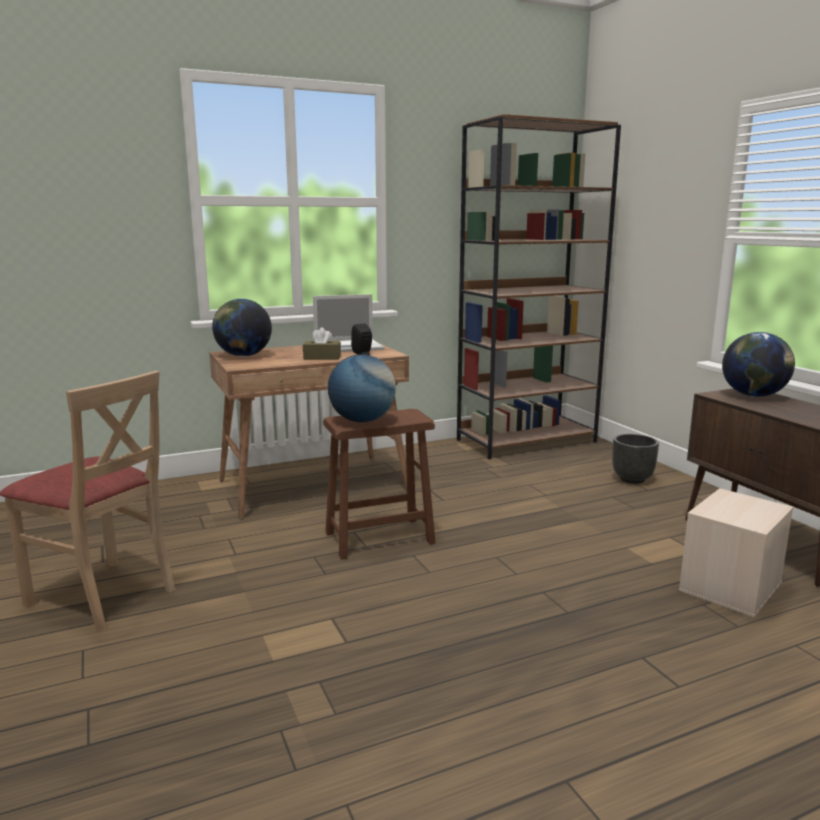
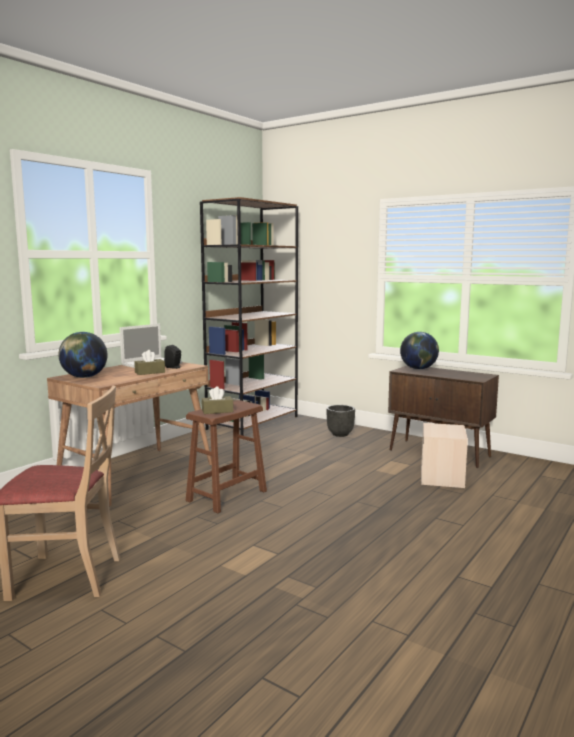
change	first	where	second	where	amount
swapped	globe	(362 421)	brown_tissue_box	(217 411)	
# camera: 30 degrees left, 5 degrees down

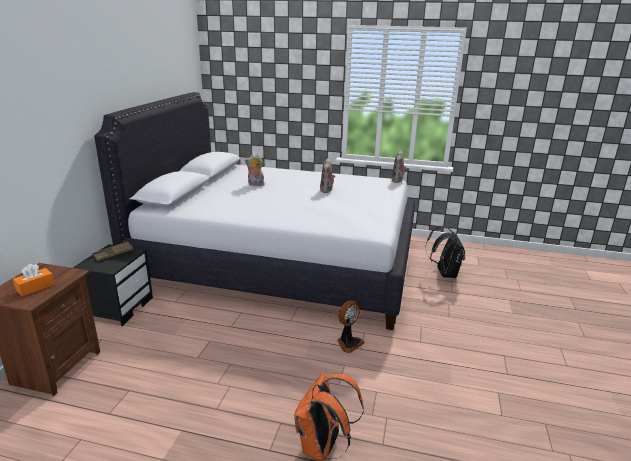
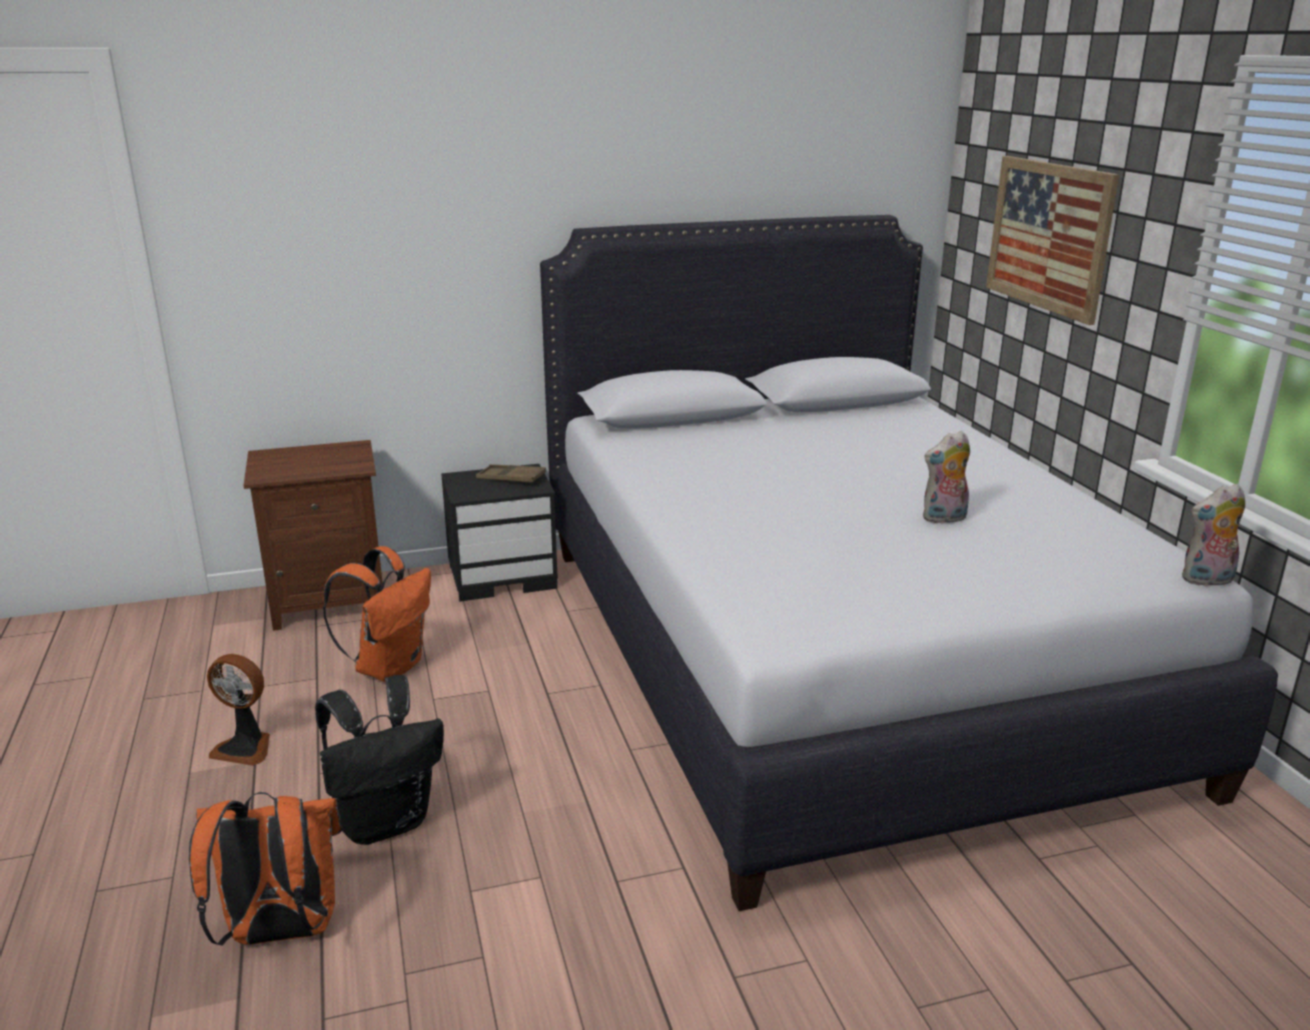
change	first	where	second	where	amount
gone	plush_toy	(255 185)			
shifted	black_backpack	(444 273)		(385 822)	
gone	orange_tissue_box	(35 287)			
shifted	fan	(348 343)		(245 748)	
new			picture	(1049 236)	
new			orange_backpack	(389 667)	
# camera: 60 degrees right, 0 degrees up

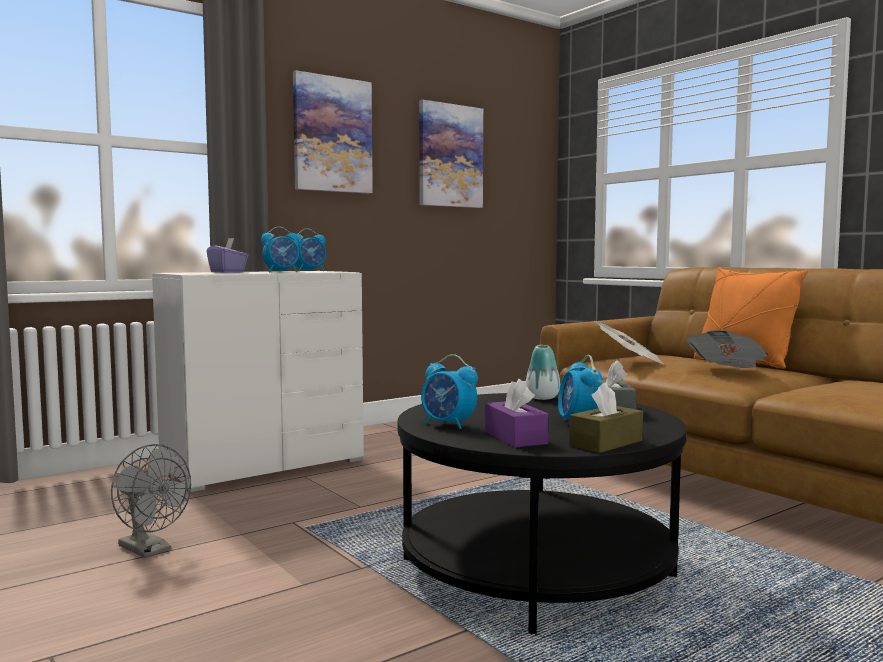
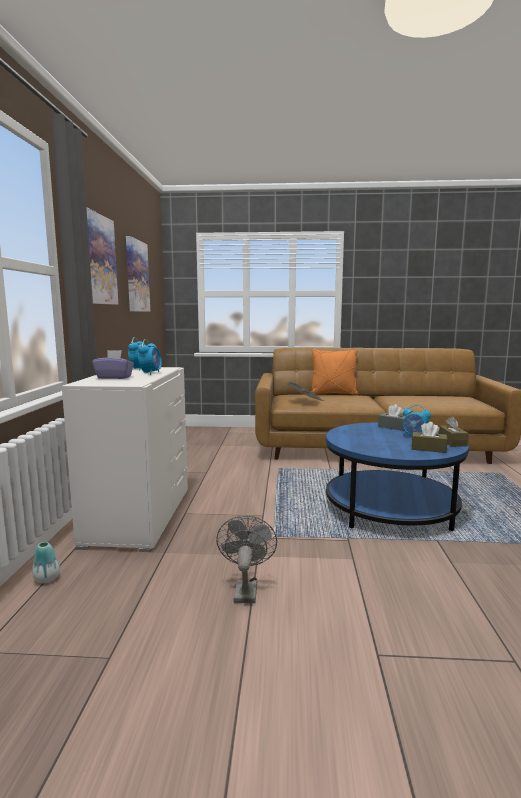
change	first	where	second	where	amount
gone	newspaper	(727 372)			
shifted	vase	(542 398)		(47 579)	
gone	alarm_clock	(448 424)			
repainted	purple_tissue_box	(515 437)	brown_tissue_box	(428 449)	
repainted	black_coffee_table	(536 568)	blue_coffee_table	(390 508)	
rotated	grey_fan	(150 550)		(245 589)	75 degrees counterclockwise
# camera: 50 degrees left, 5 degrees up

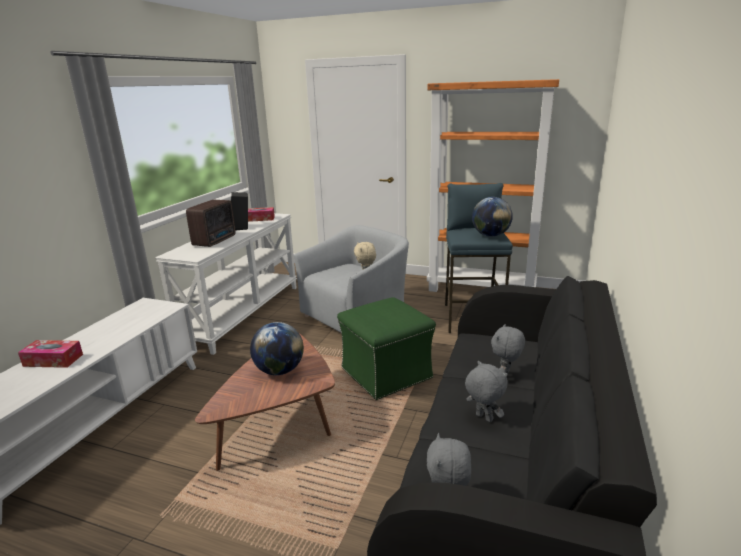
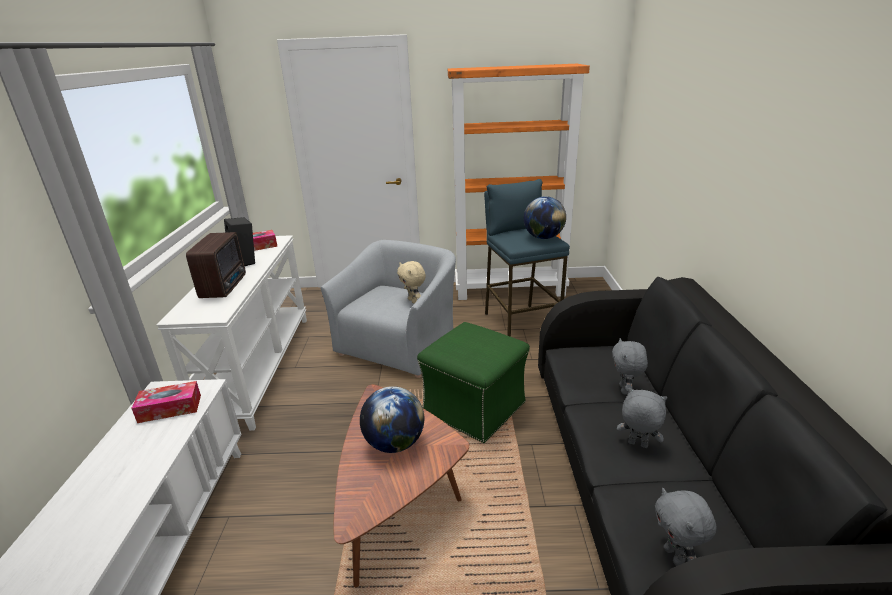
change	first	where	second	where	amount
shifted	tissue_box	(53 360)		(170 408)	
# camera: 20 degrees left, 5 degrees up

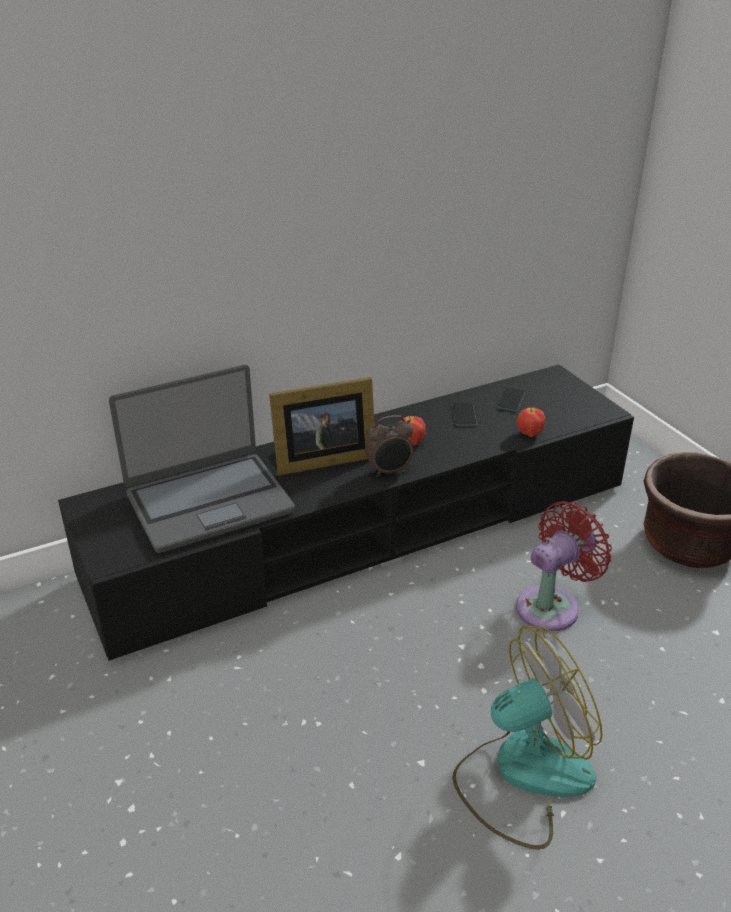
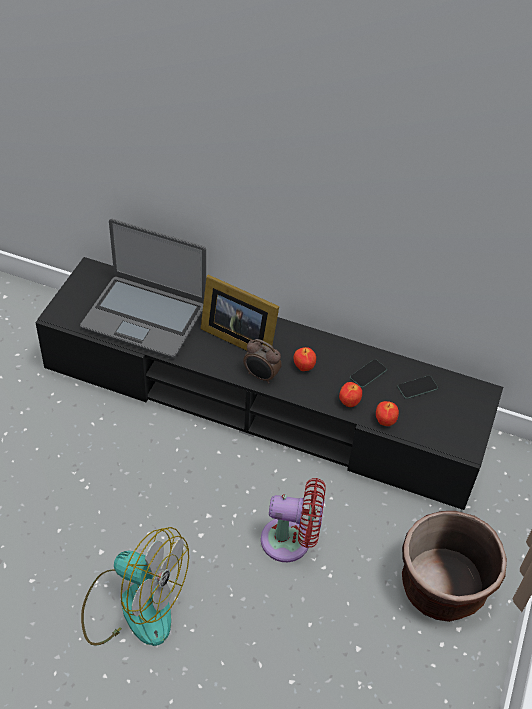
change	first	where	second	where	amount
new			apple	(349 402)	
# camera: 45 degrees right, 15 degrees up

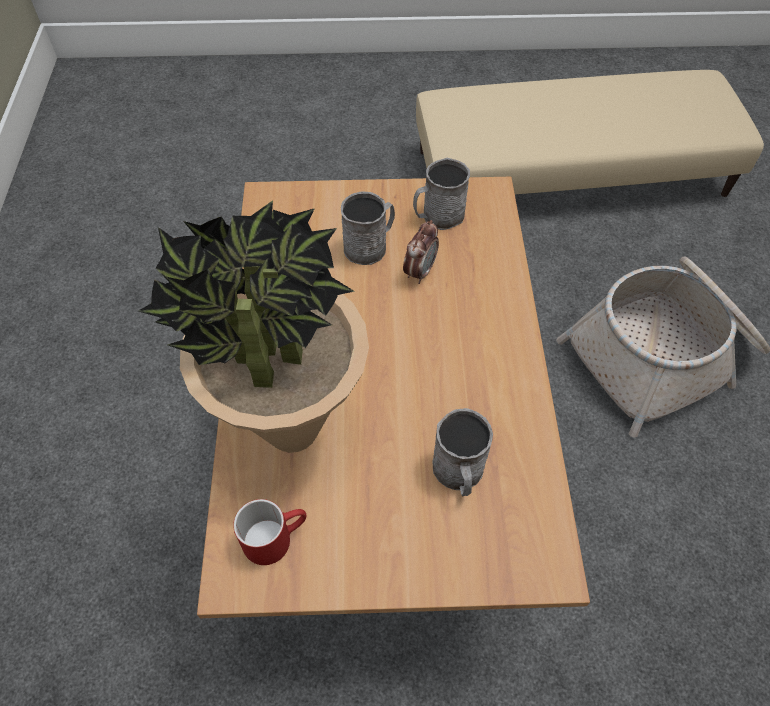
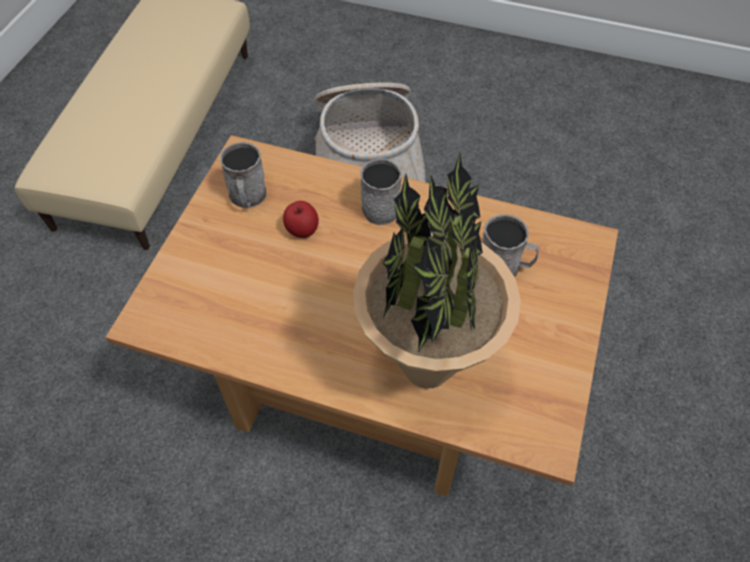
change	first	where	second	where	amount
shifted	grey_mug	(370 246)		(378 205)	
swapped	alarm_clock	(420 271)	apple	(302 229)	
gone	red_mug	(275 536)			
# camera: 70 degrees left, 0 degrees up

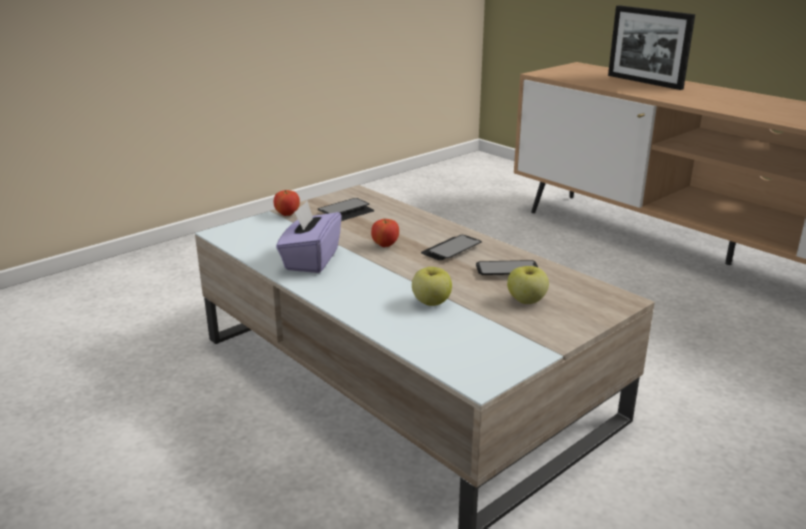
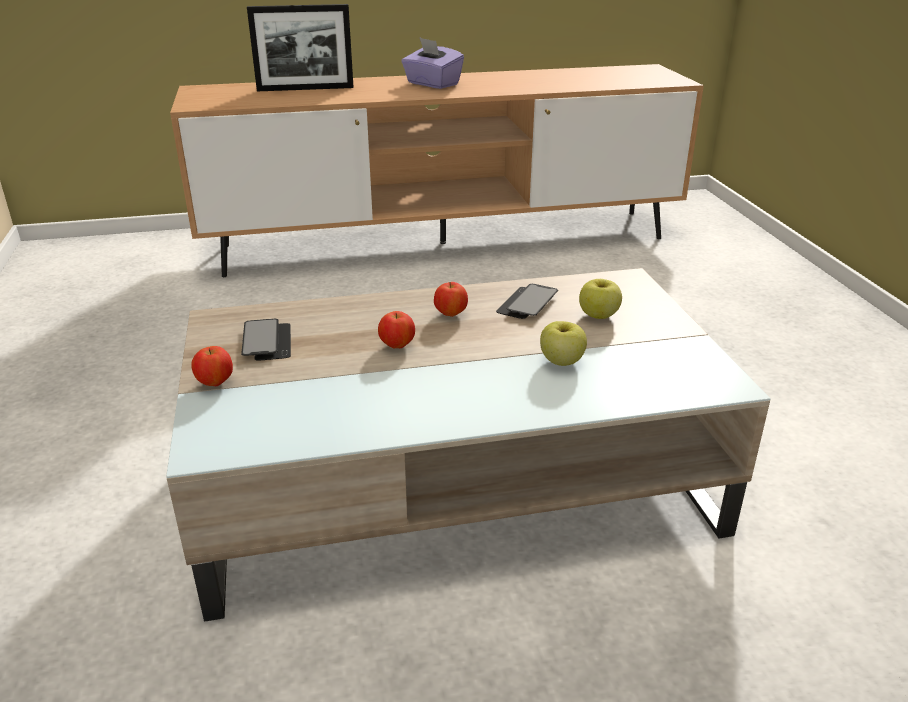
change	first	where	second	where	amount
shifted	purple_tissue_box	(311 260)		(432 84)	
swapped	phone	(451 249)	apple	(450 314)	
# camera: 60 degrees left, 5 degrees up

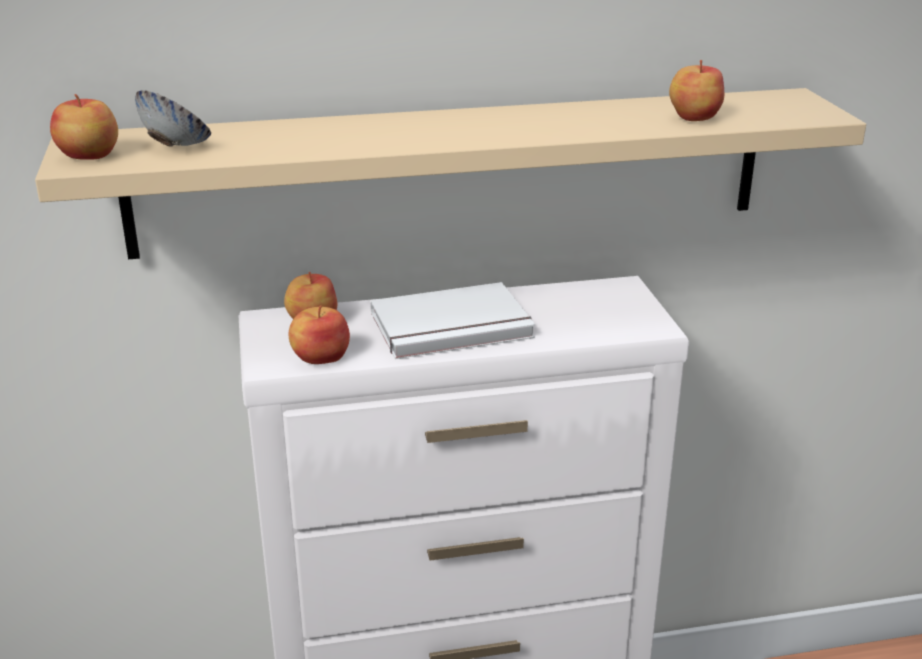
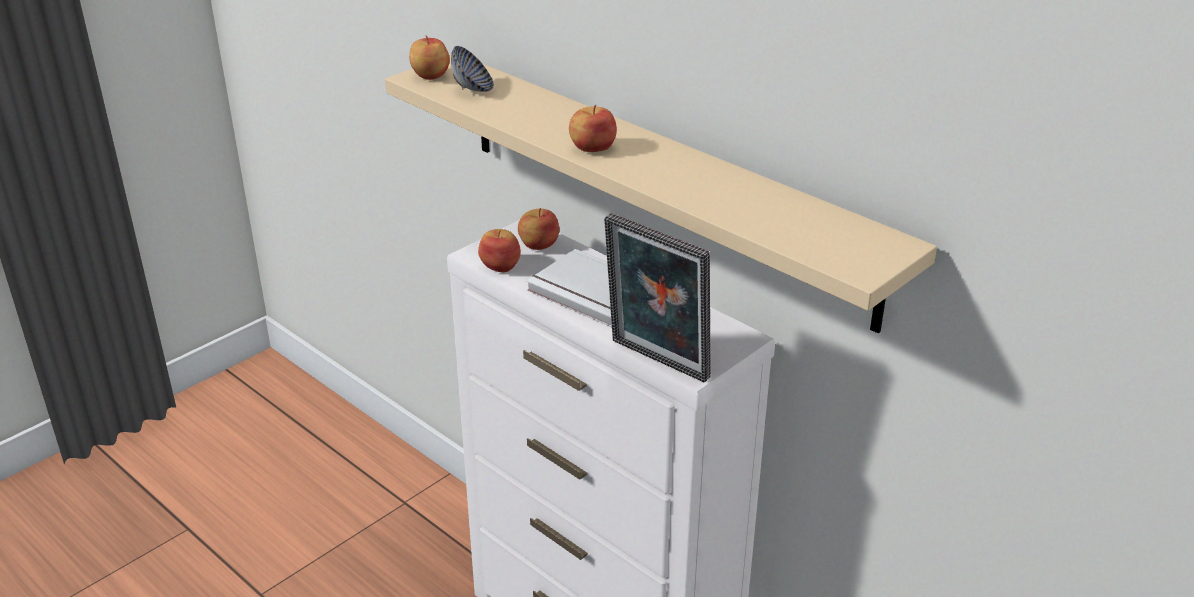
change	first	where	second	where	amount
shifted	apple	(693 117)		(592 147)	
new			picture_frame	(655 362)	
# camera: 55 degrees right, 5 degrees up

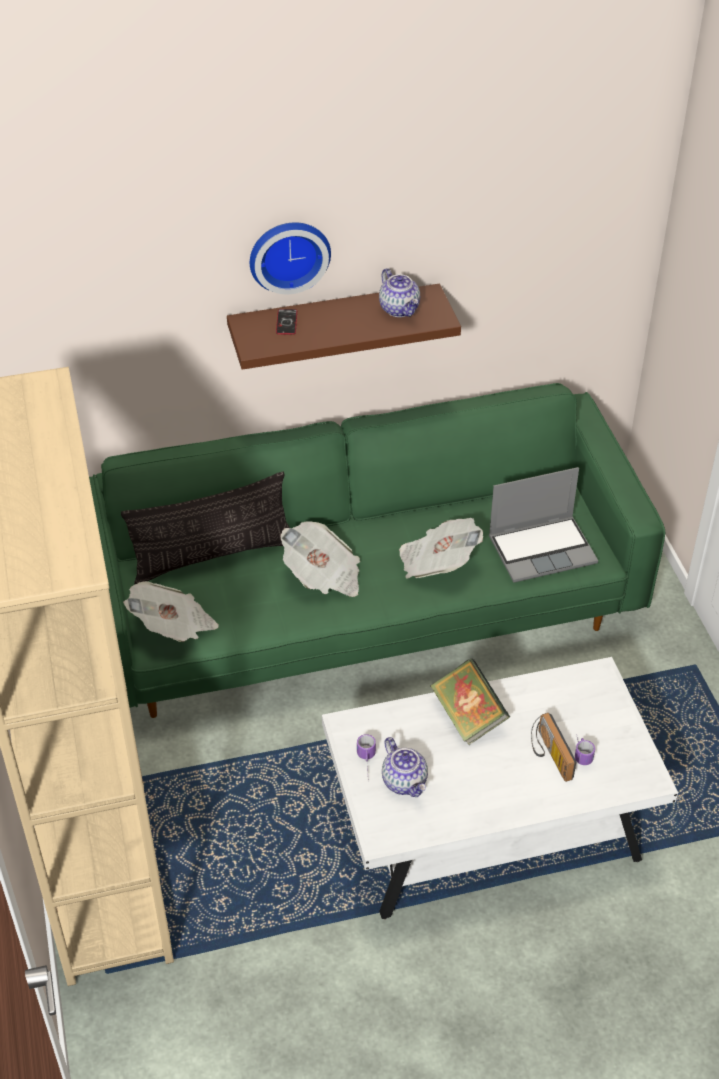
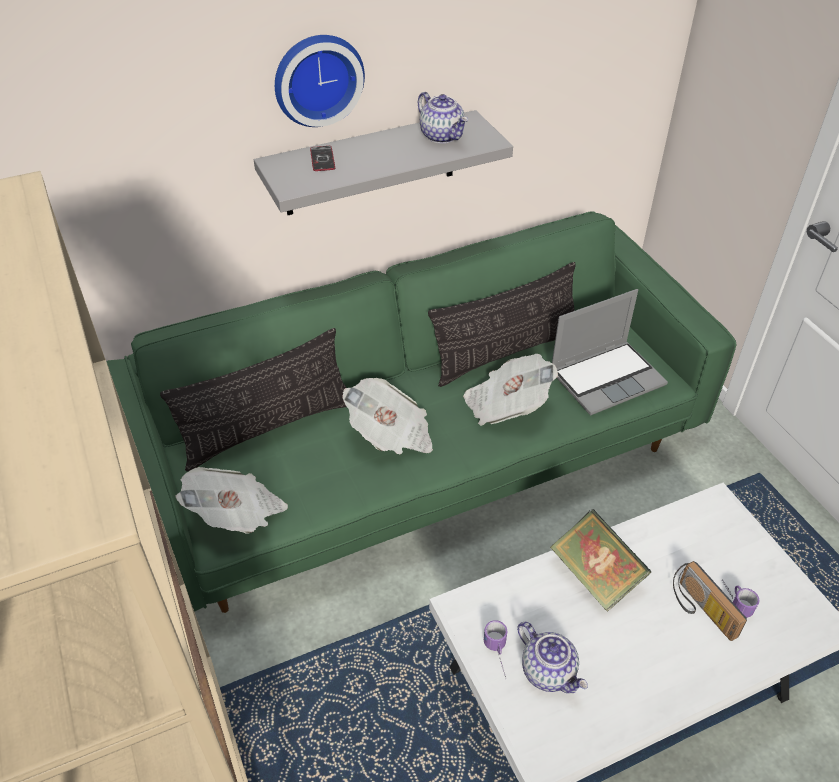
change	first	where	second	where	amount
repainted	brown_shelf	(334 324)	grey_shelf	(370 164)	
new			pillow	(506 353)	
# camera: 10 degrees left, 0 degrees up

